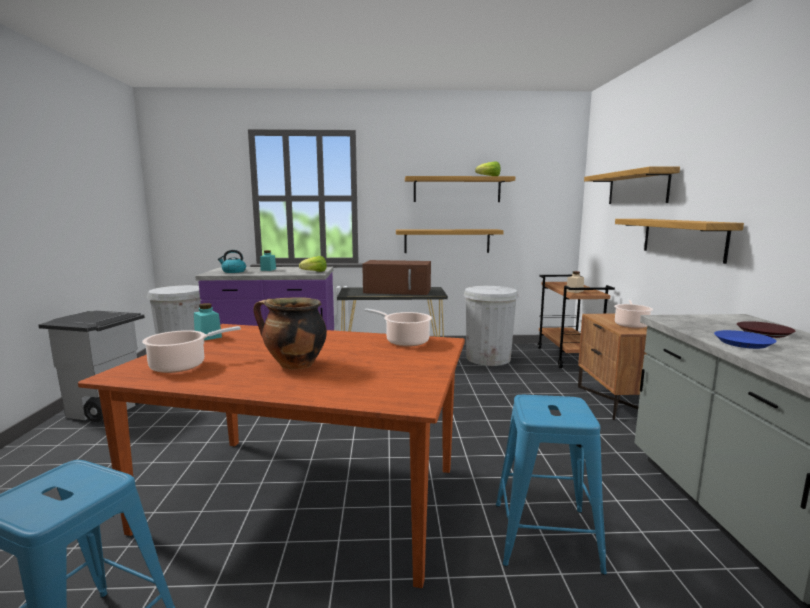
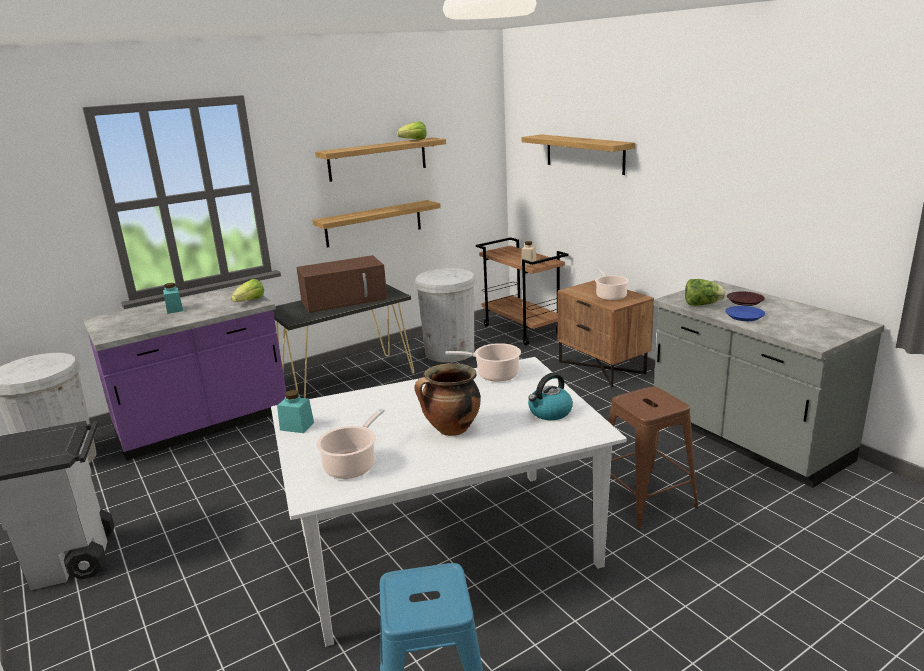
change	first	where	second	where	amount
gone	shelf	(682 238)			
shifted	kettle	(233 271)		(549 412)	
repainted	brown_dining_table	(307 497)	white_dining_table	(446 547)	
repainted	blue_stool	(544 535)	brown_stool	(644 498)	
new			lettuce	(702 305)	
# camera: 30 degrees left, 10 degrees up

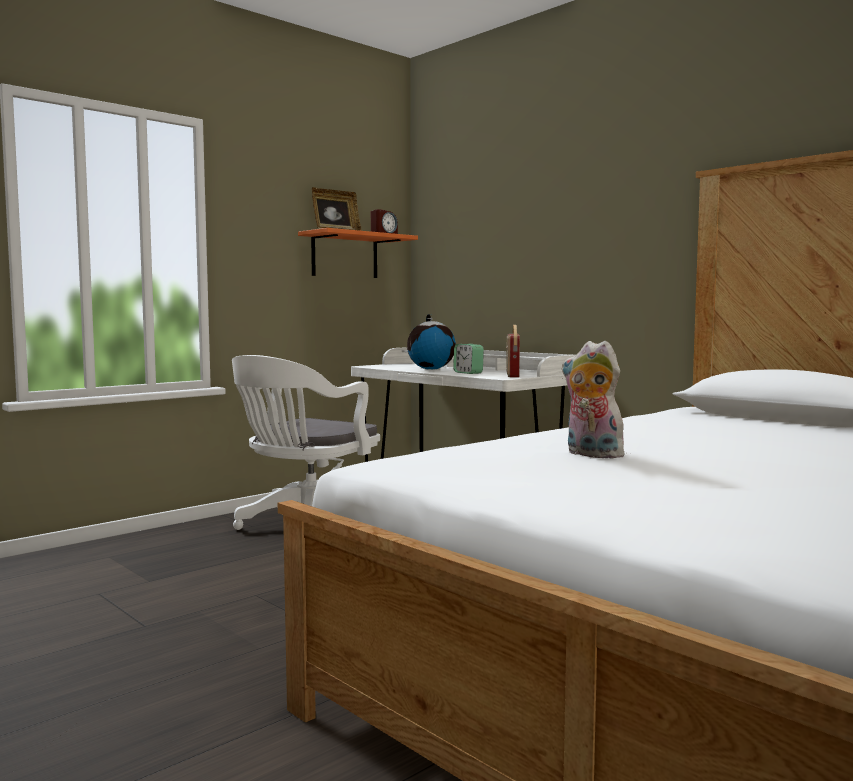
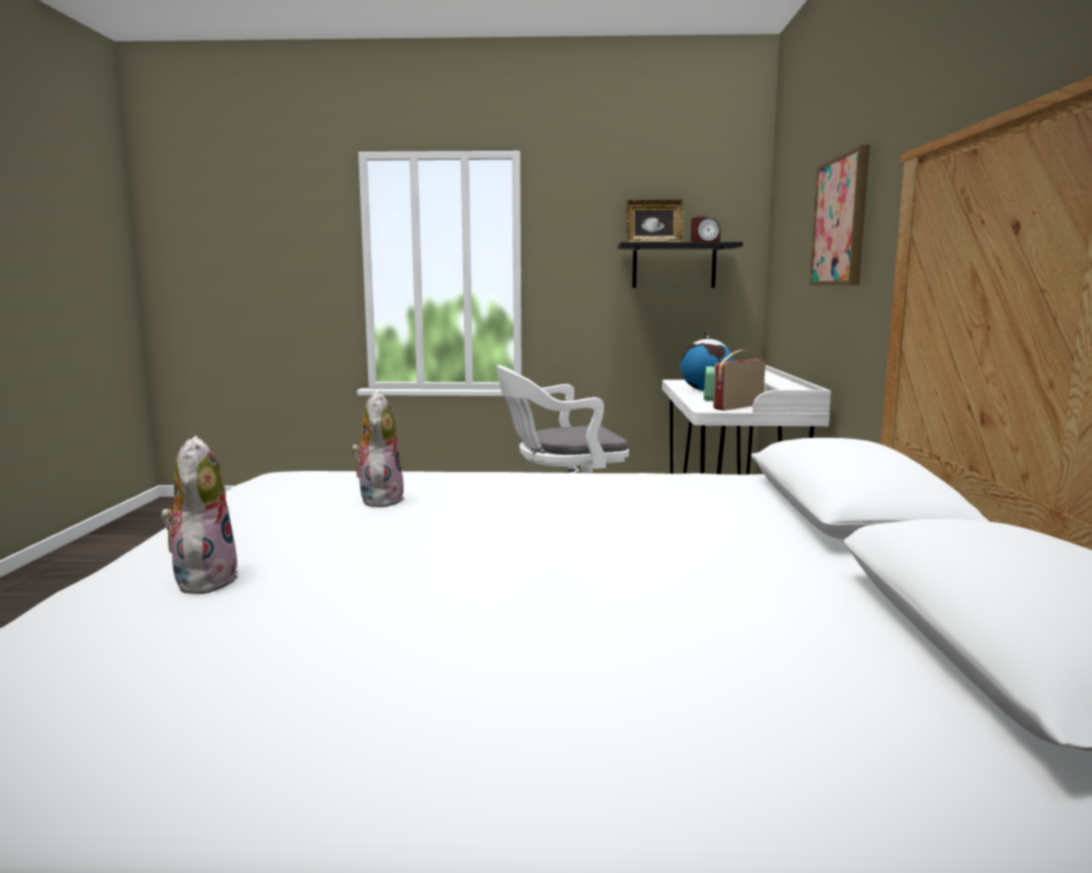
change	first	where	second	where	amount
repainted	orange_shelf	(344 256)	black_shelf	(674 266)	
new			picture	(841 221)	
new			plush_toy	(203 580)	
# camera: 45 degrees right, 5 degrees up

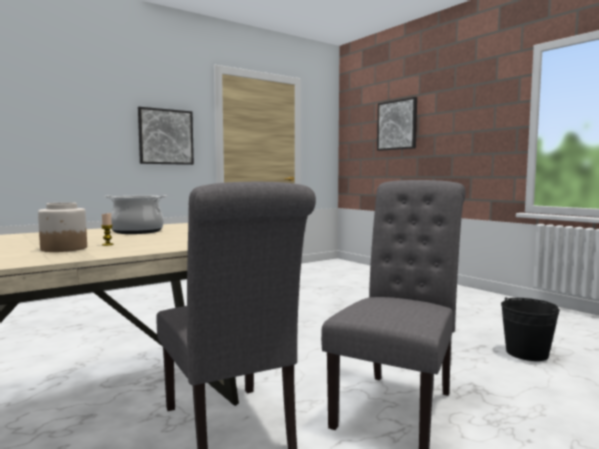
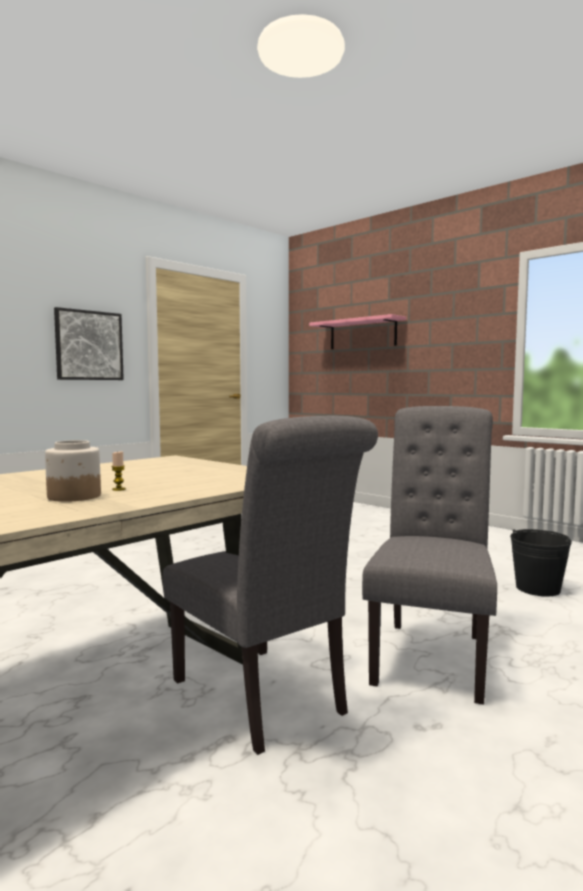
change	first	where	second	where	amount
swapped	picture	(397 125)	pink_shelf	(362 334)	
gone	cooking_pot	(137 231)			
# camera: 10 degrees left, 0 degrees up

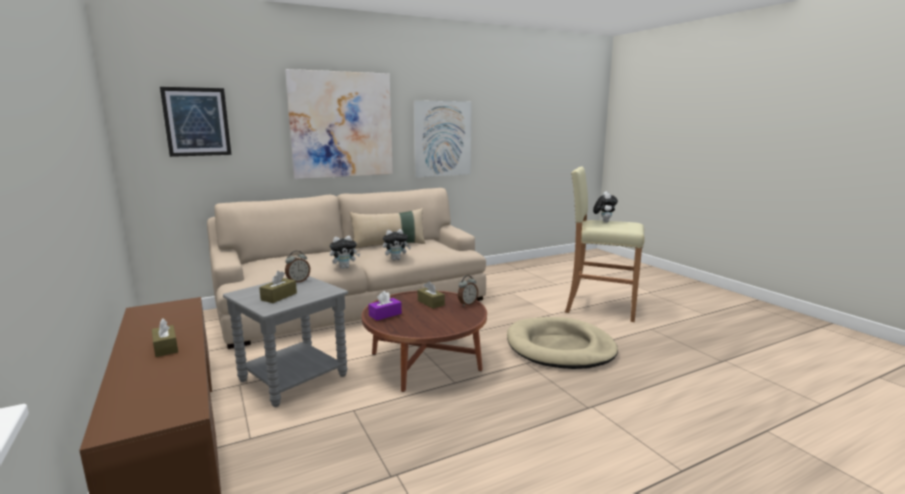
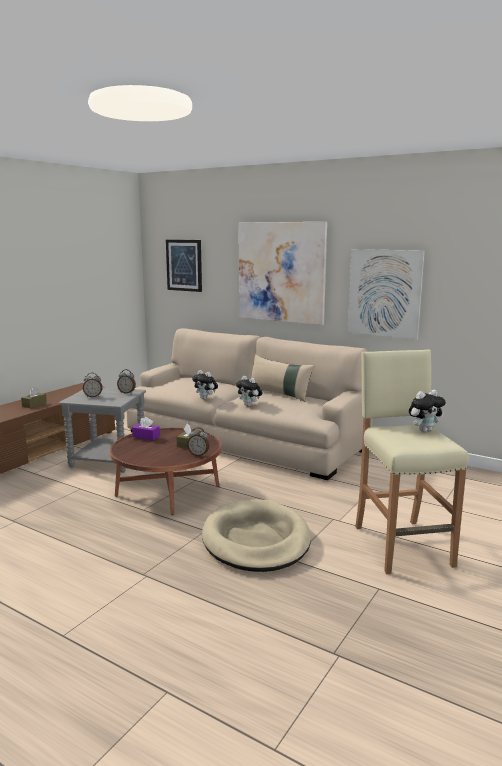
change	first	where	second	where	amount
swapped	brown_tissue_box	(279 296)	alarm_clock	(93 396)	
# camera: 60 degrees right, 0 degrees up

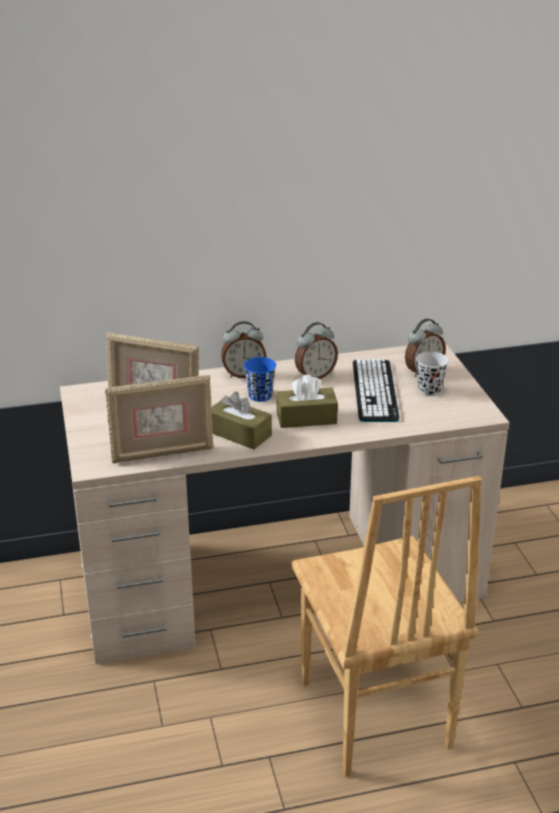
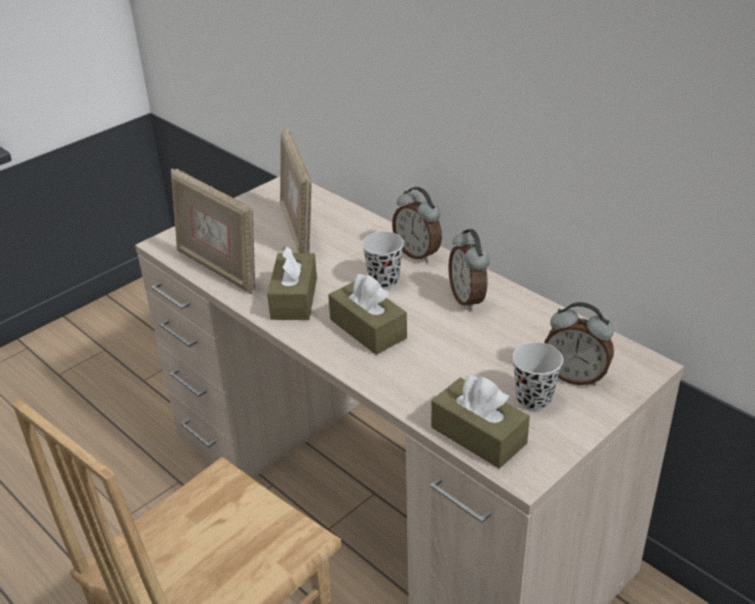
change	first	where	second	where	amount
rotated	alarm_clock	(315 375)		(468 299)	45 degrees clockwise
repainted	blue_cup	(260 396)	black_cup	(384 281)	
gone	keyboard	(374 391)			
new			brown_tissue_box	(478 435)	
# camera: 60 degrees right, 5 degrees up

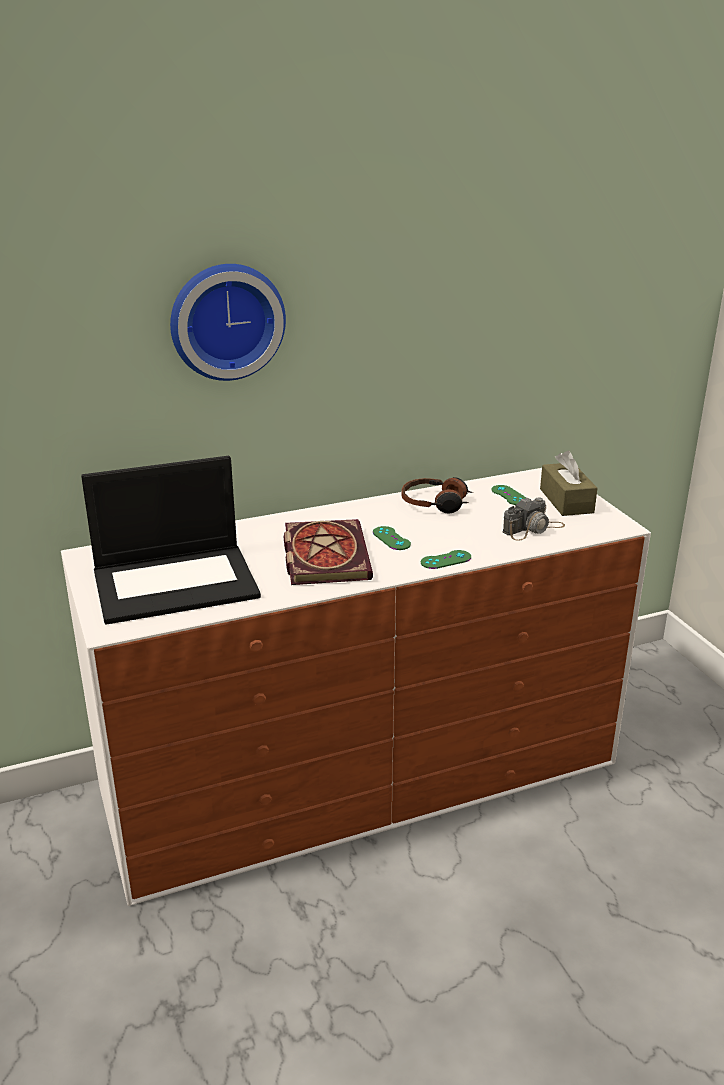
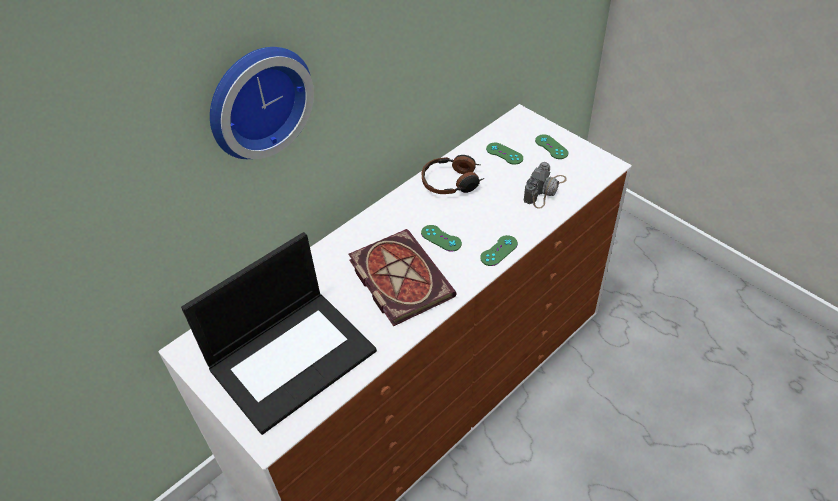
change	first	where	second	where	amount
swapped	brown_tissue_box	(566 501)	green_game_controller	(551 147)	
# camera: 20 degrees left, 20 degrees up

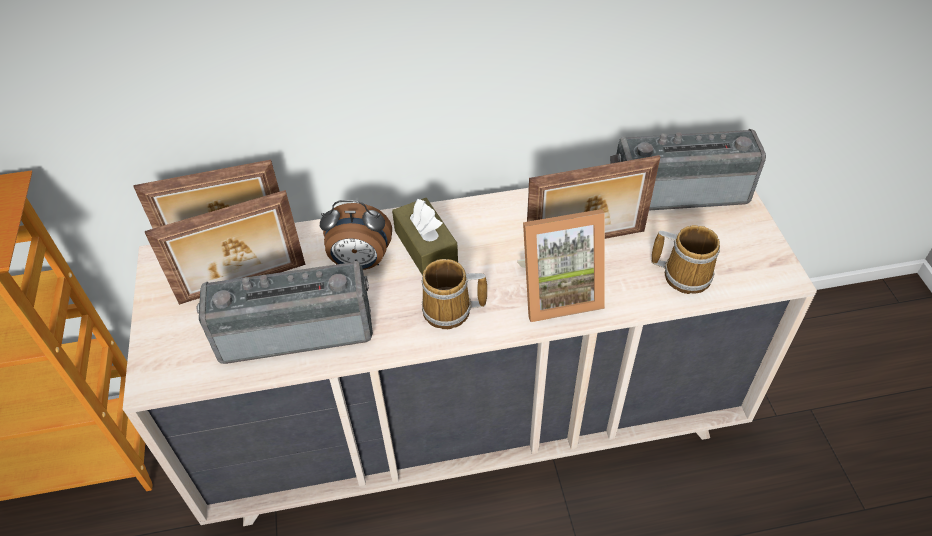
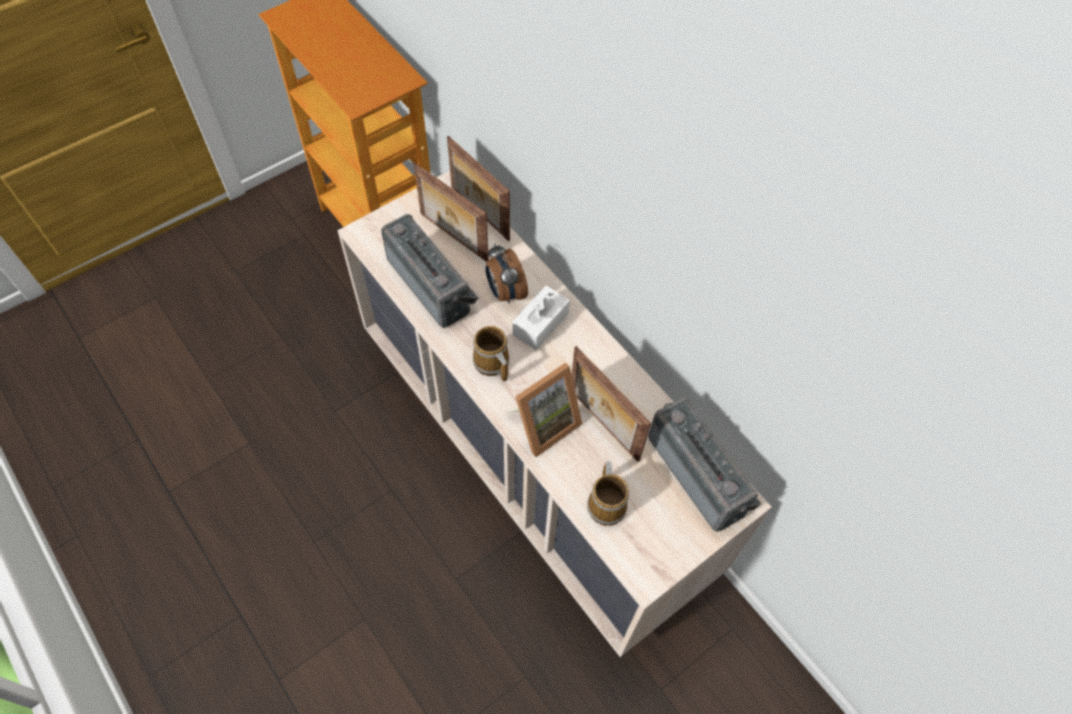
change	first	where	second	where	amount
repainted	brown_tissue_box	(425 247)	white_tissue_box	(540 324)	
rotated	picture_frame	(558 292)		(543 423)	90 degrees counterclockwise
# camera: 60 degrees right, 10 degrees up

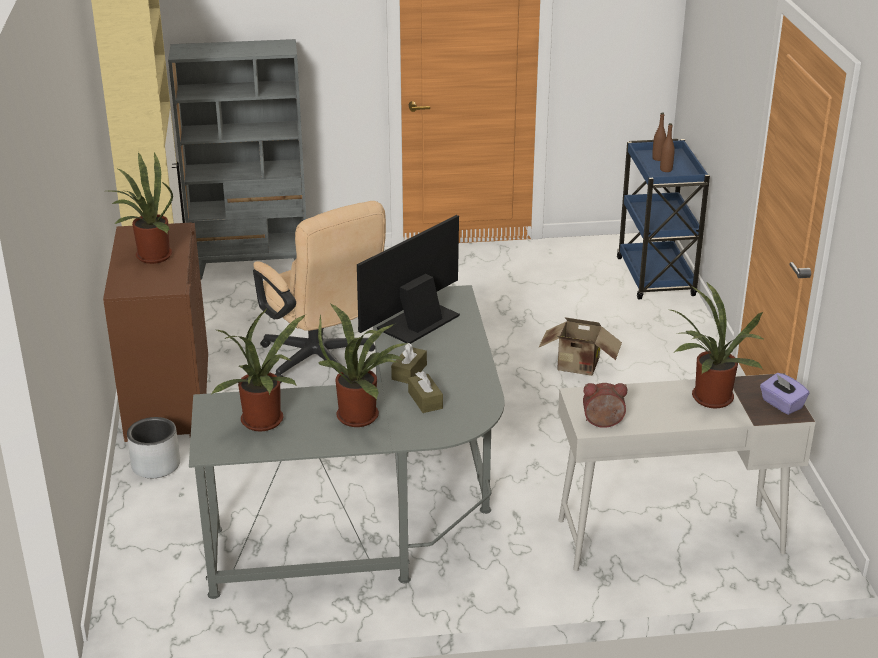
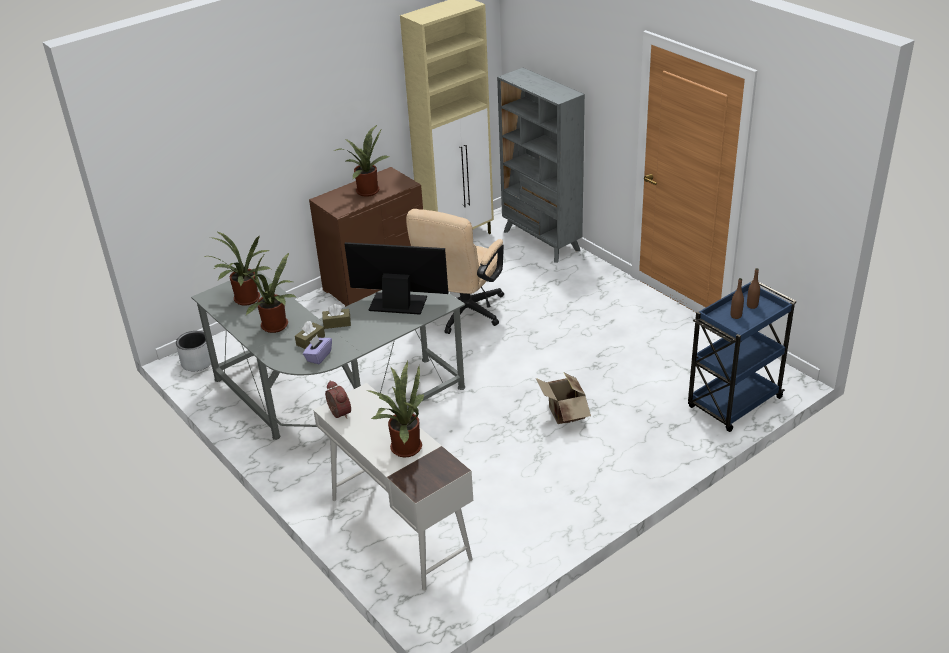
change	first	where	second	where	amount
shifted	purple_tissue_box	(781 404)		(318 356)	
shifted	grey_planter	(155 465)		(197 362)	
# camera: 60 degrees right, 5 degrees up

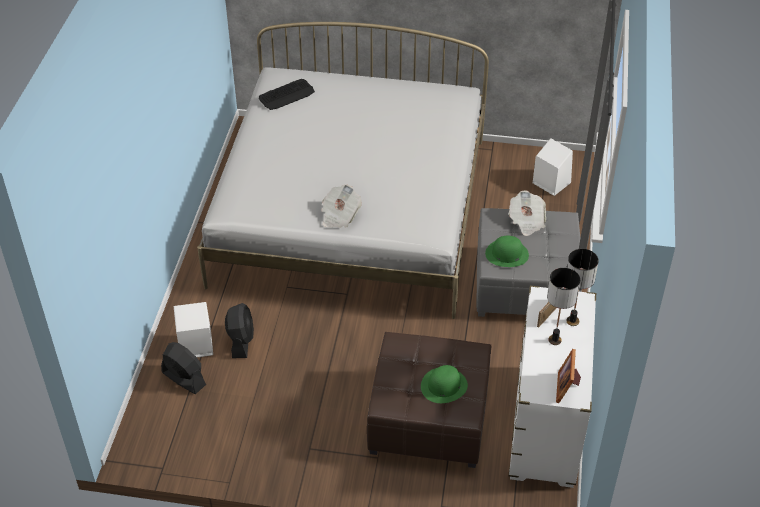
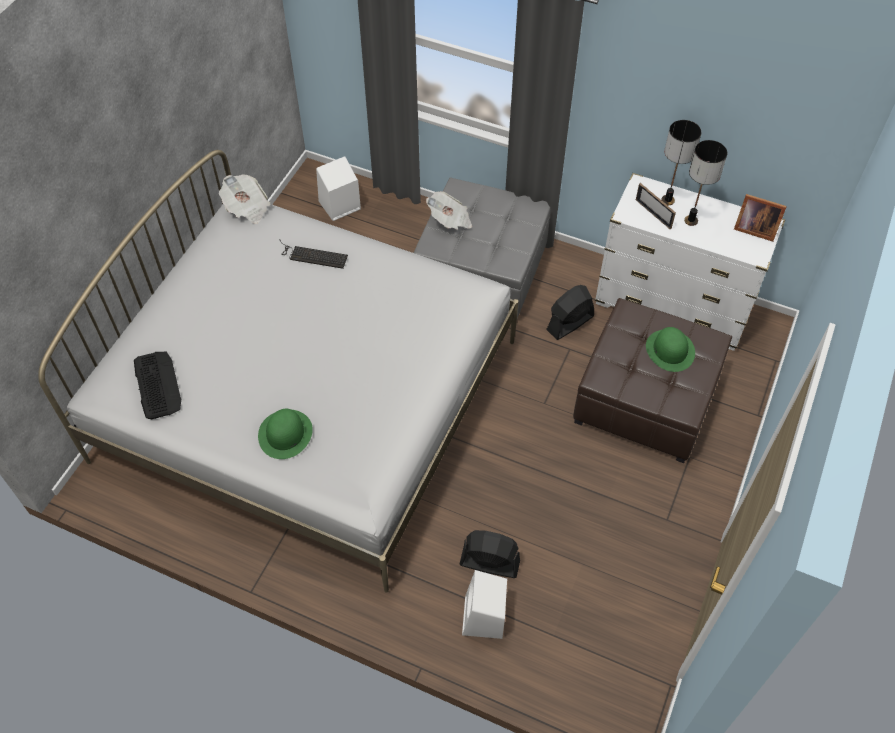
change	first	where	second	where	amount
shifted	newspaper	(339 215)		(247 208)	
shifted	green_hat	(506 254)		(285 434)	
shifted	black_fan	(183 378)		(569 323)	
new			keyboard	(312 255)	
# camera: 75 degrees left, 10 degrees up

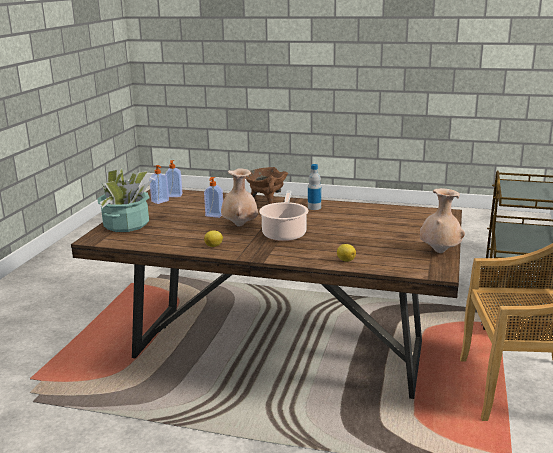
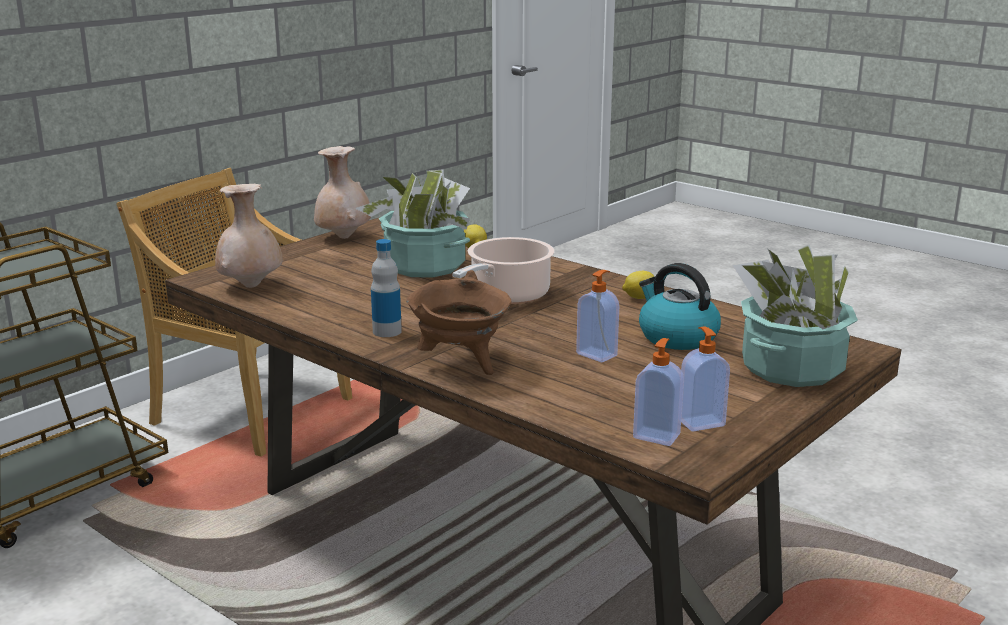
change	first	where	second	where	amount
shifted	beige_vase	(240 225)		(251 286)	
new			potted_plant	(425 266)	
new			kettle	(676 337)	
# camera: 155 degrees left, 0 degrees up

